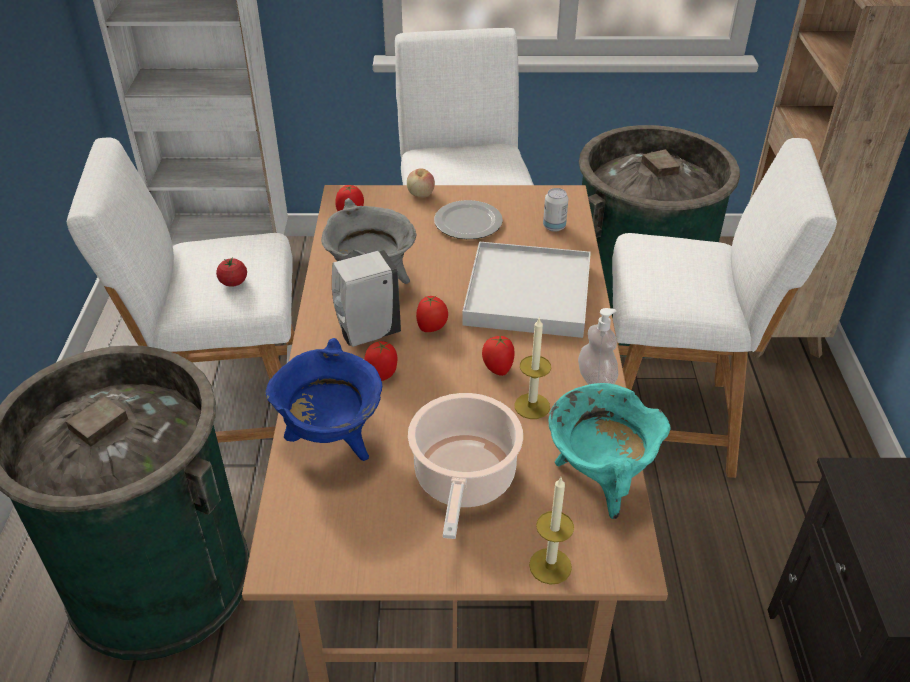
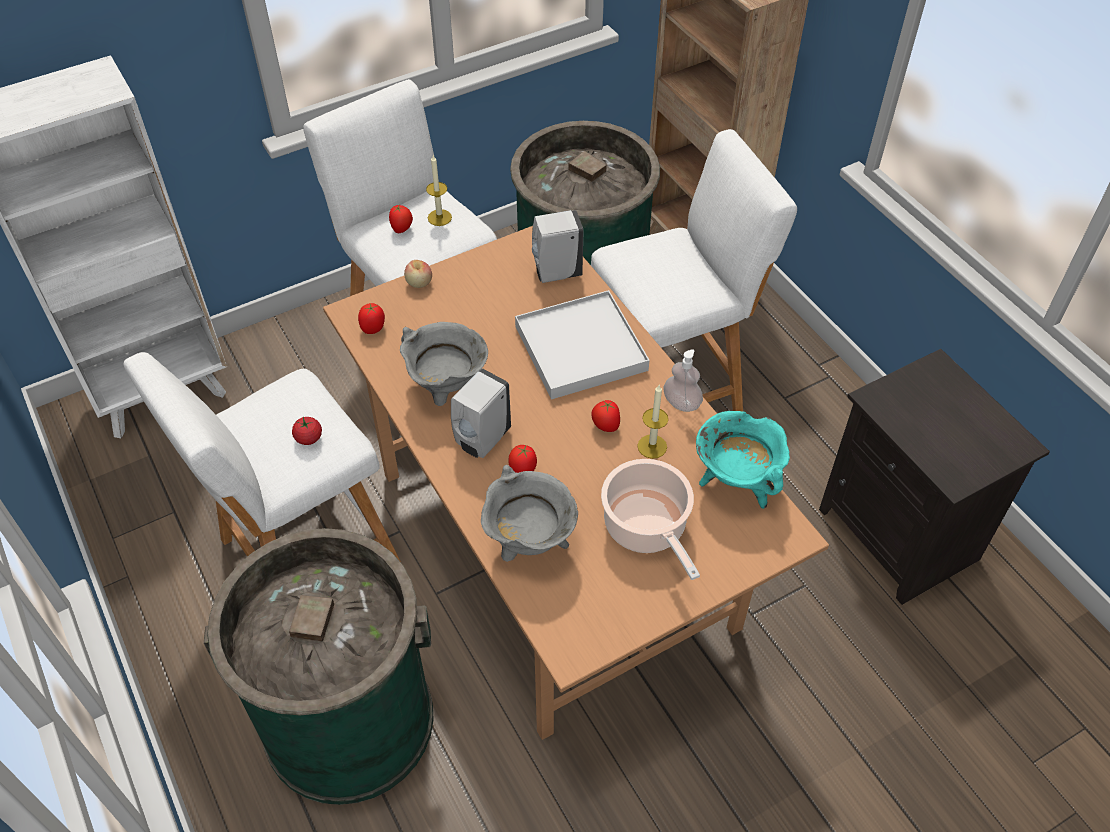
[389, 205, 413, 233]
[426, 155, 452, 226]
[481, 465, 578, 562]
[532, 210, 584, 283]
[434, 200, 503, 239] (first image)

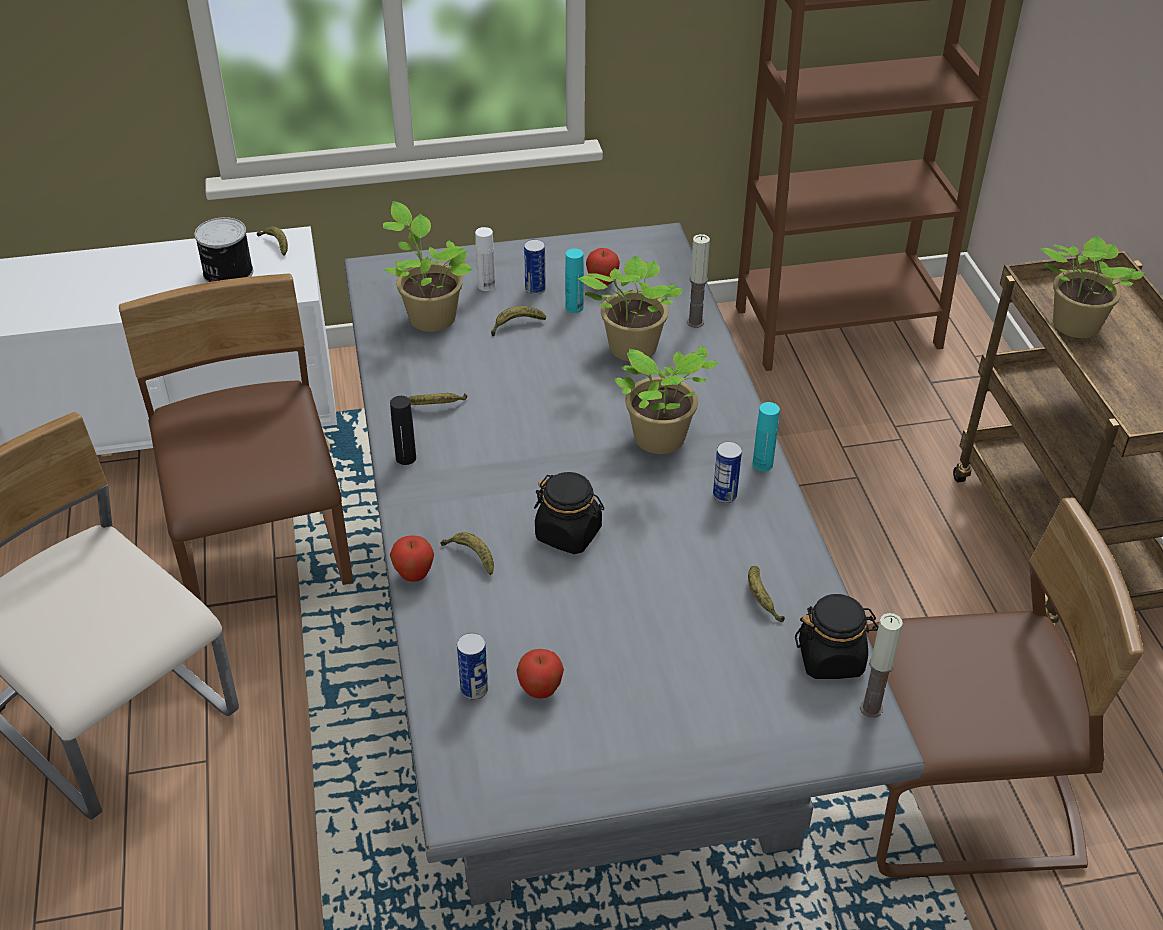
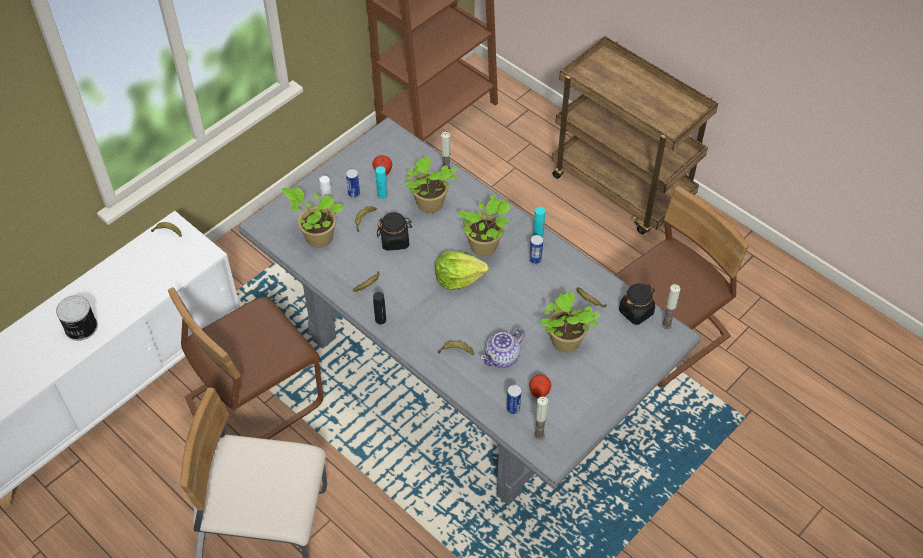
[56, 295, 98, 341]
[168, 287, 323, 439]
[377, 212, 412, 251]
[435, 251, 489, 290]
[480, 328, 525, 368]
[534, 396, 548, 440]
[540, 291, 600, 353]
[390, 535, 434, 582] (first image)

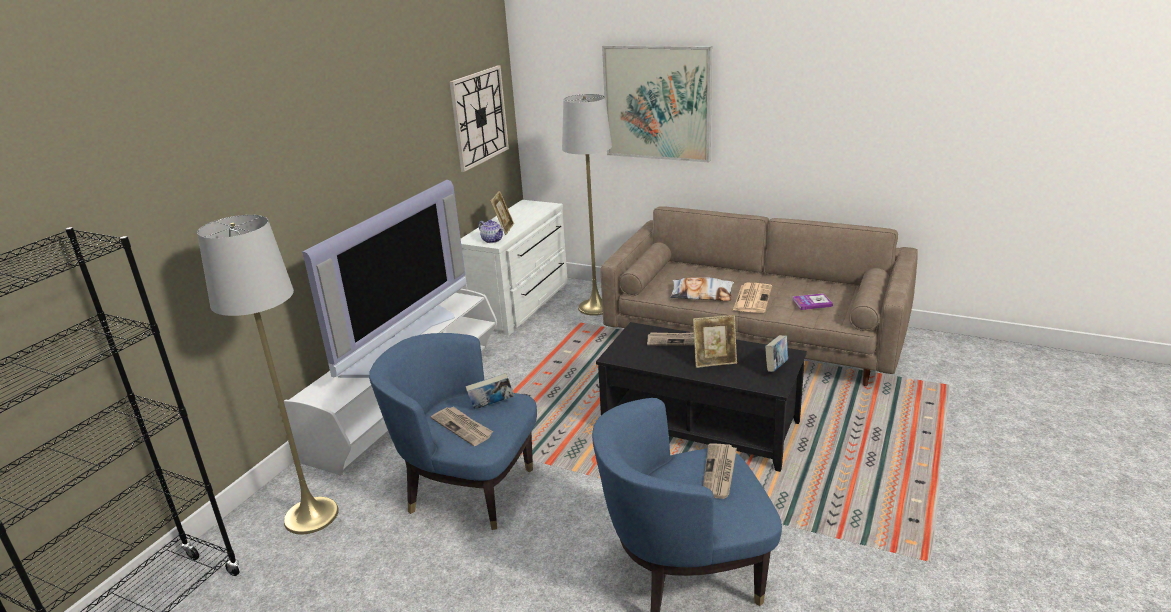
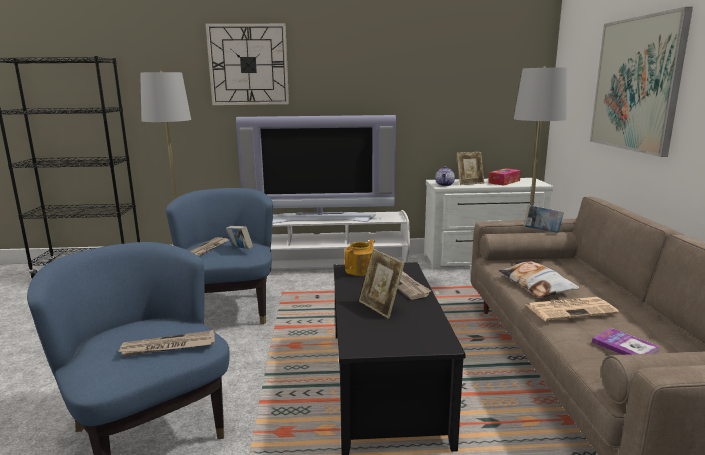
[206, 23, 289, 105]
[344, 240, 375, 276]
[488, 168, 521, 186]
[524, 205, 564, 233]

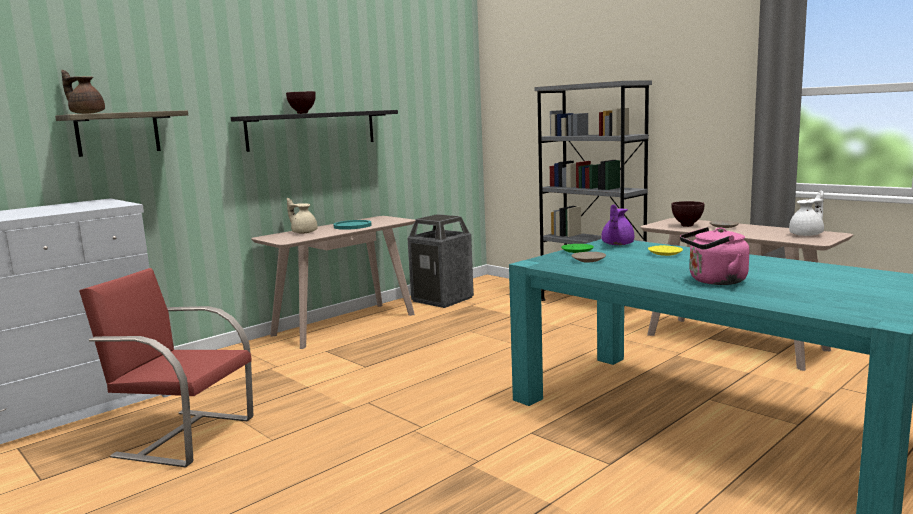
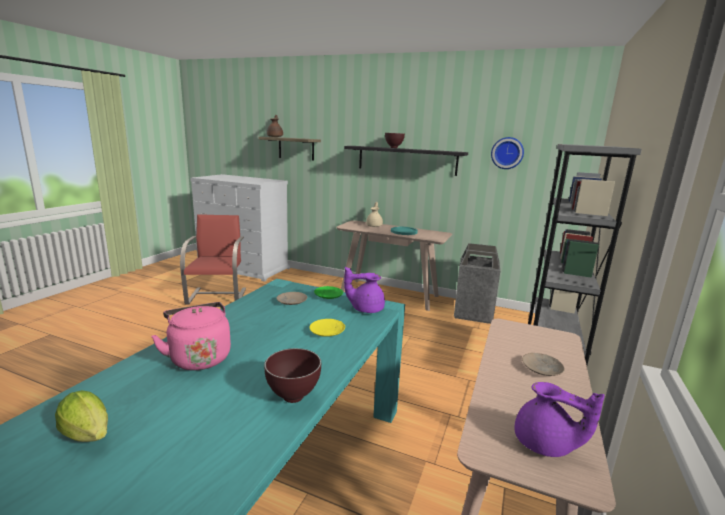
[55, 390, 108, 442]
[264, 348, 321, 403]
[491, 137, 524, 169]
[514, 382, 605, 457]

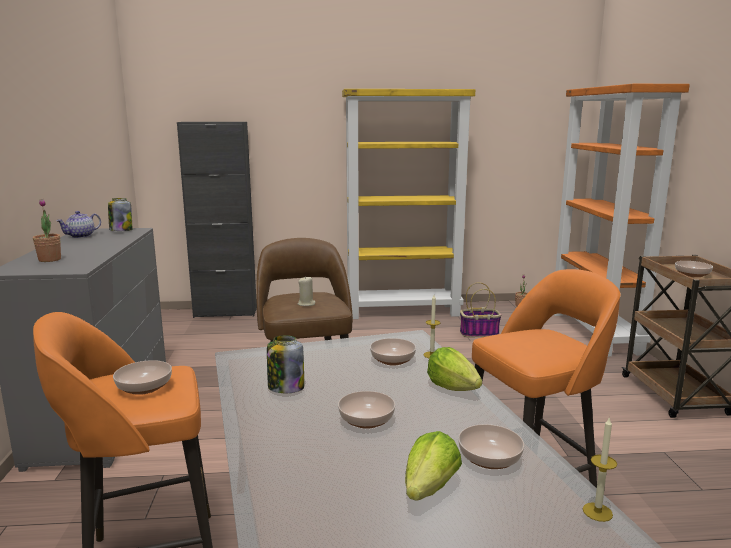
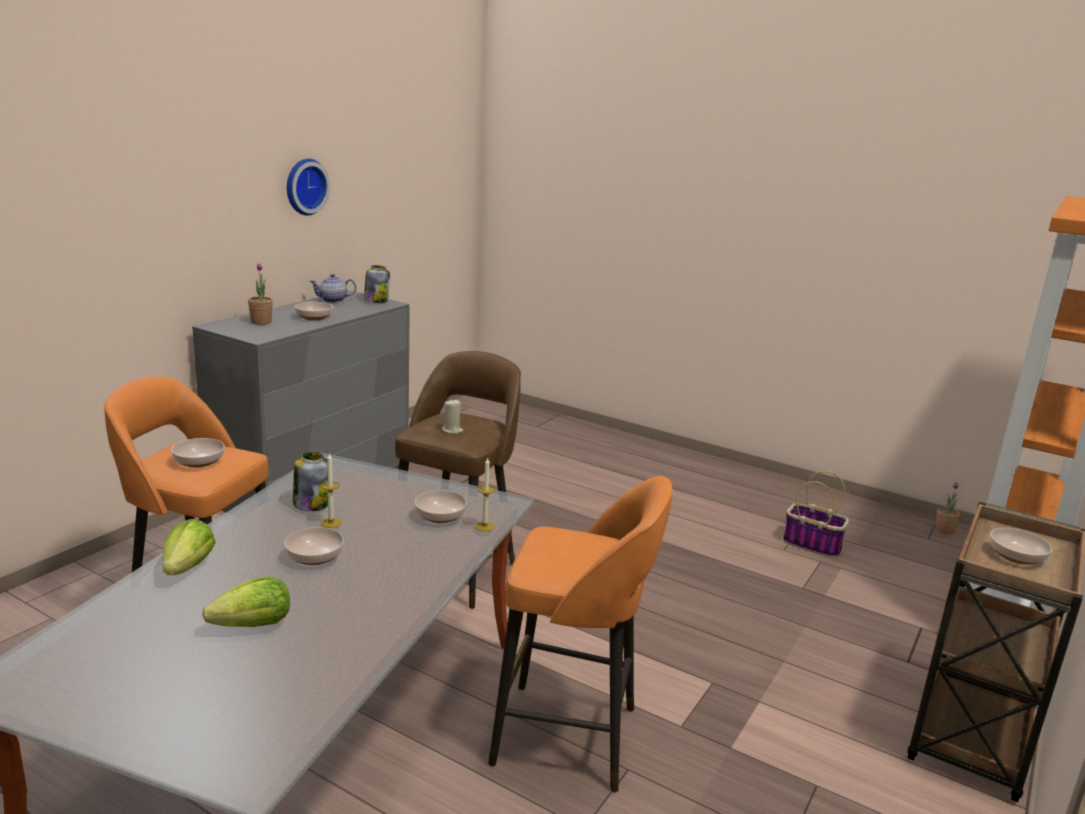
[163, 519, 216, 575]
[287, 159, 330, 216]
[294, 302, 333, 321]
[321, 453, 342, 528]
[177, 122, 257, 318] (first image)
[342, 89, 475, 319] (first image)

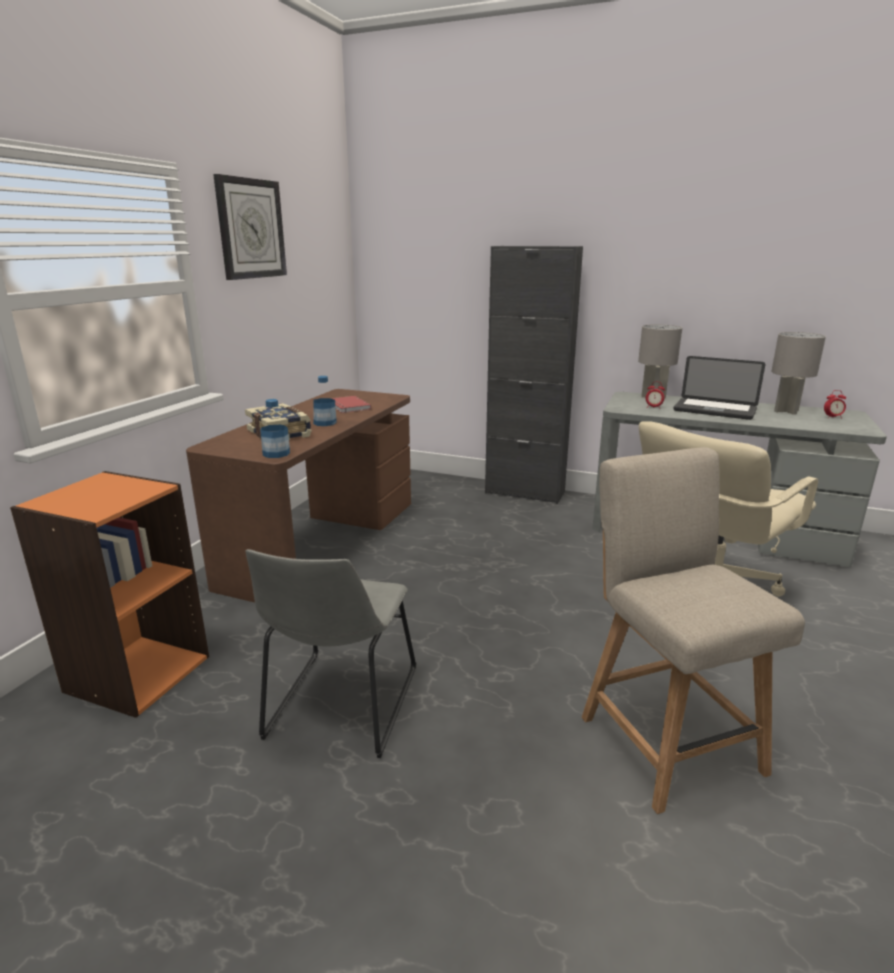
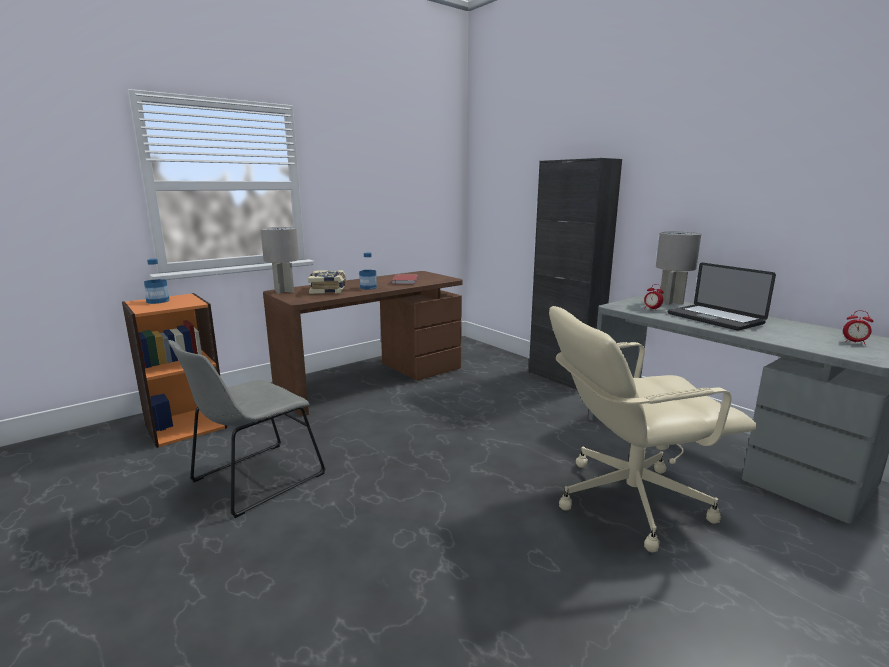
[144, 259, 170, 304]
[260, 227, 299, 294]
[213, 174, 287, 280] (first image)
[582, 447, 805, 814] (first image)

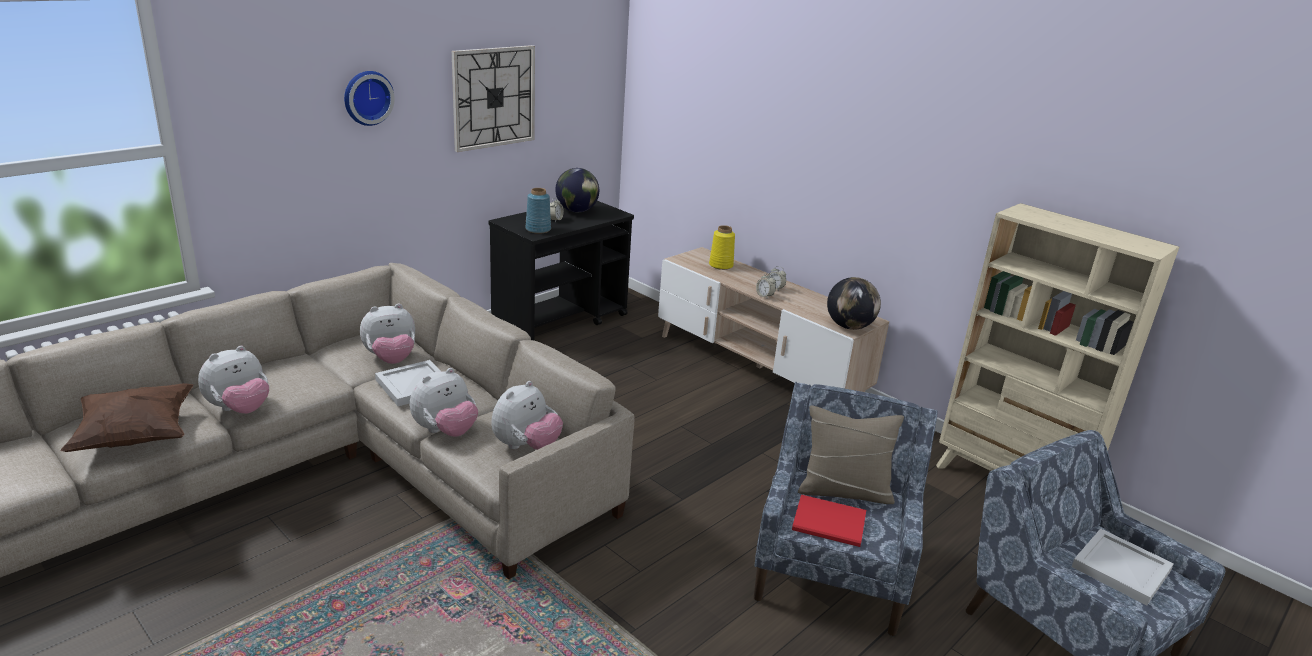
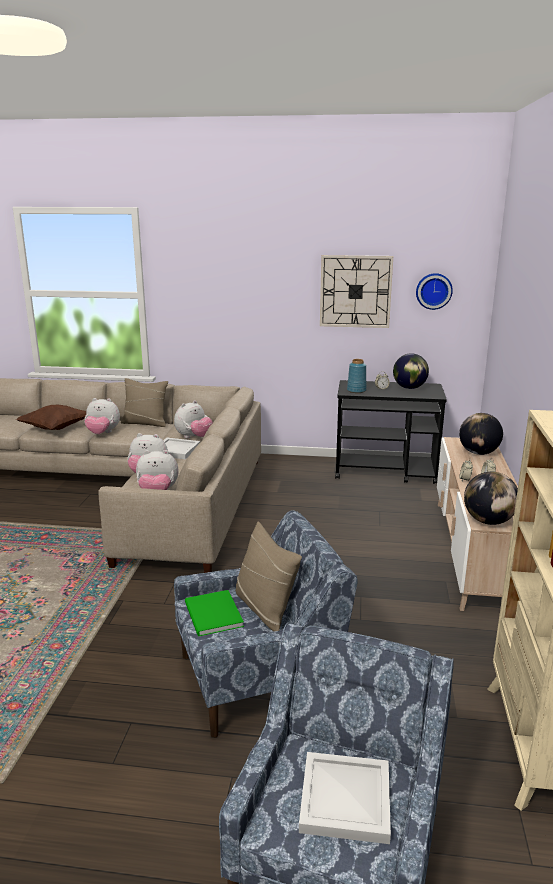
[121, 378, 168, 427]
[174, 400, 213, 438]
[185, 590, 244, 636]
[416, 273, 453, 310]
[459, 413, 503, 455]

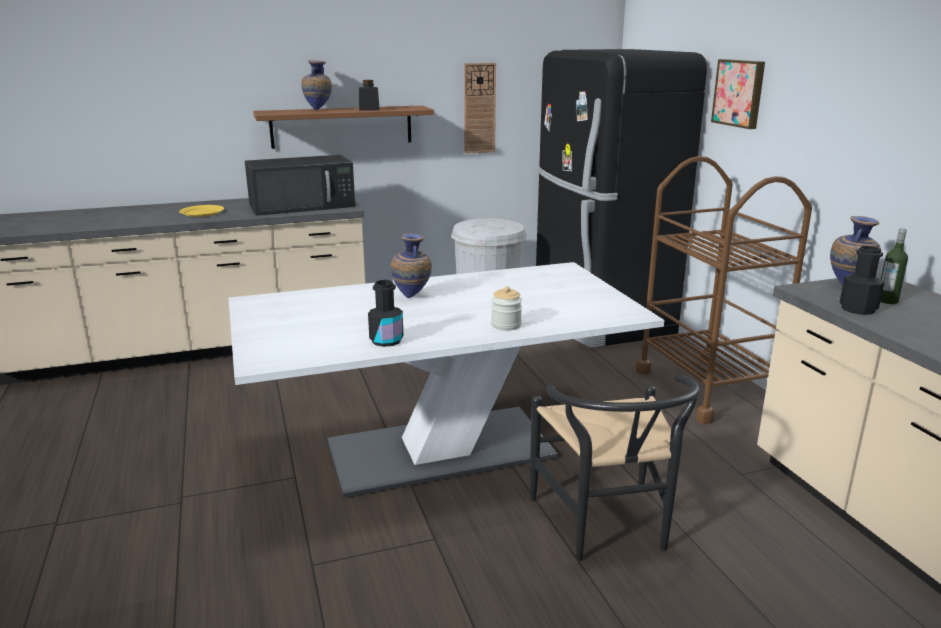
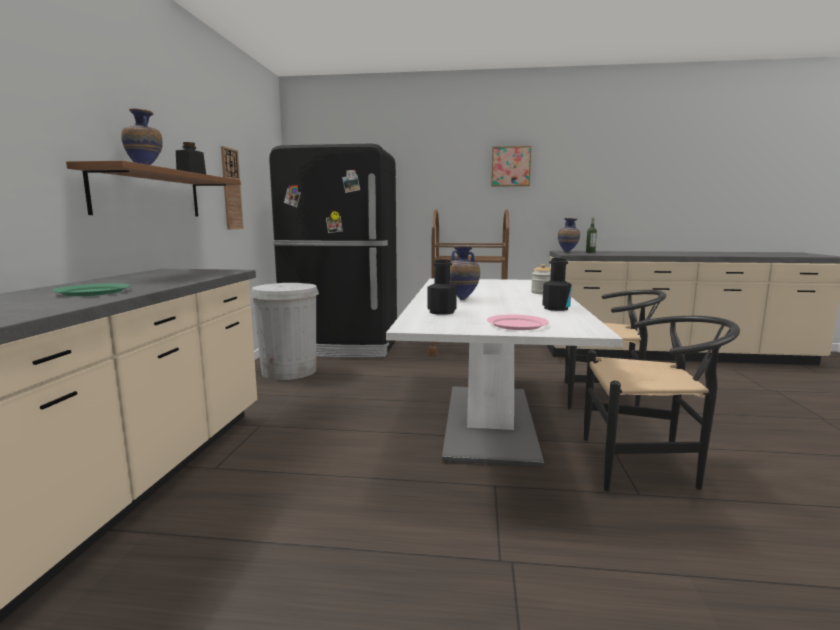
[52, 283, 130, 296]
[427, 259, 457, 315]
[487, 315, 549, 330]
[491, 146, 532, 187]
[584, 316, 740, 491]
[245, 155, 355, 216] (first image)

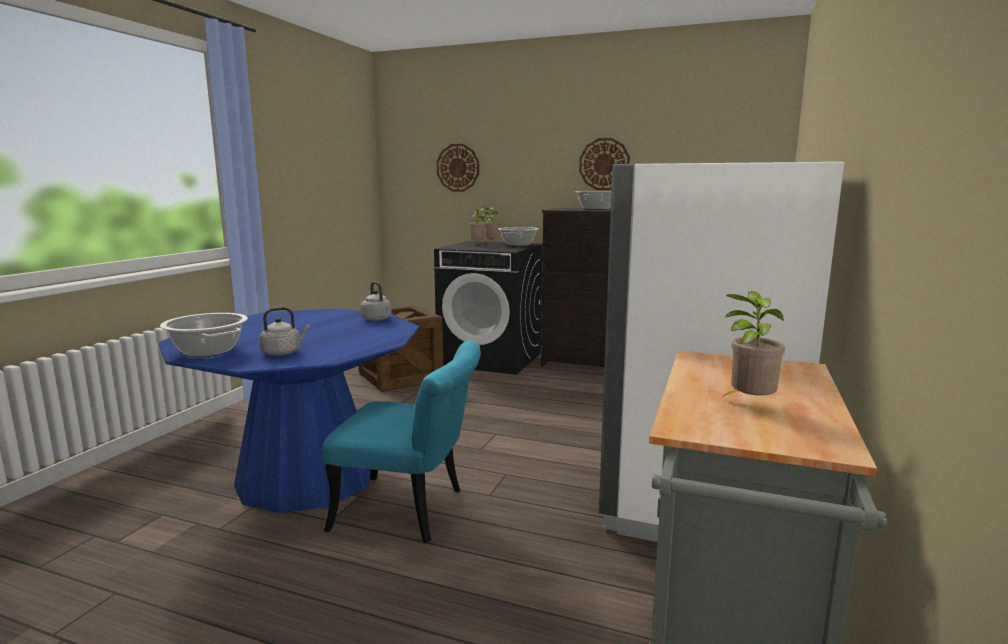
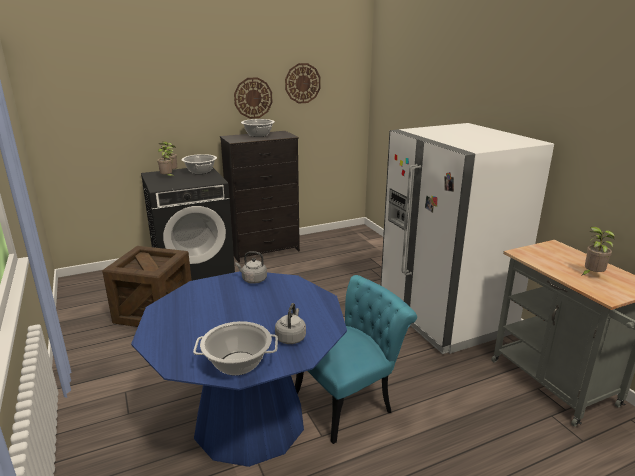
[285, 63, 321, 103]

